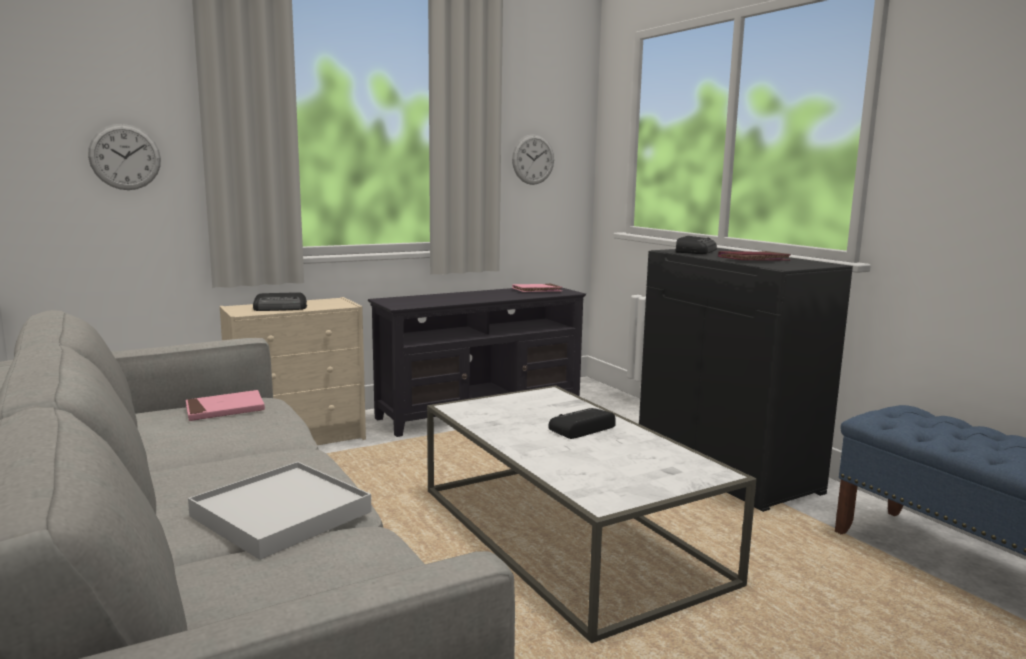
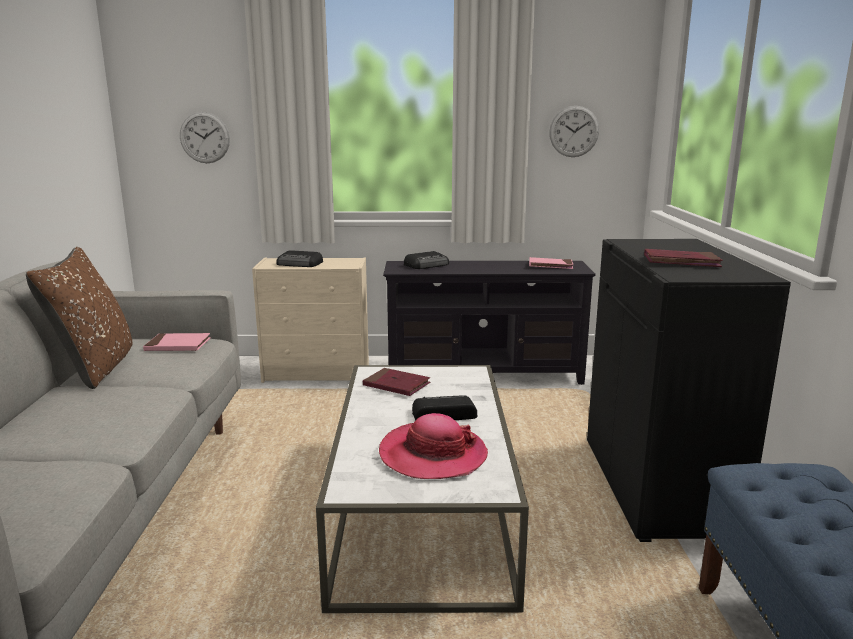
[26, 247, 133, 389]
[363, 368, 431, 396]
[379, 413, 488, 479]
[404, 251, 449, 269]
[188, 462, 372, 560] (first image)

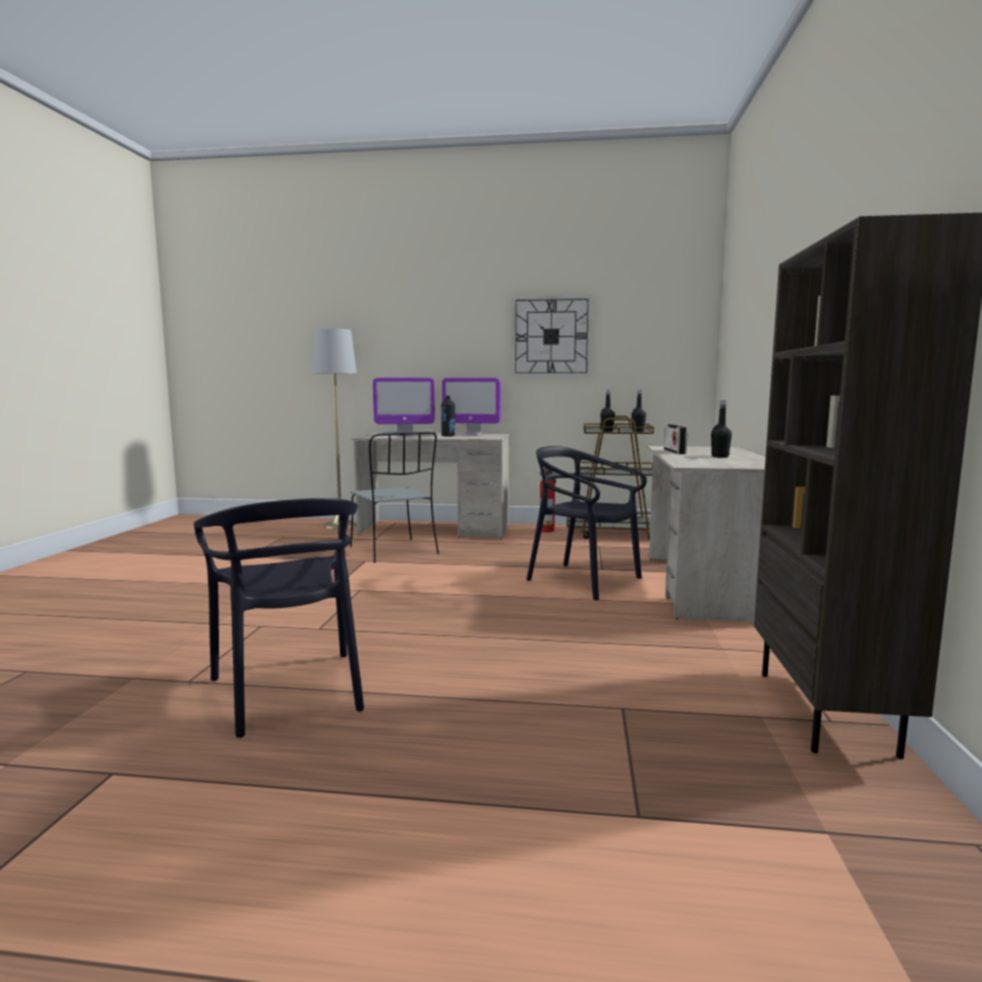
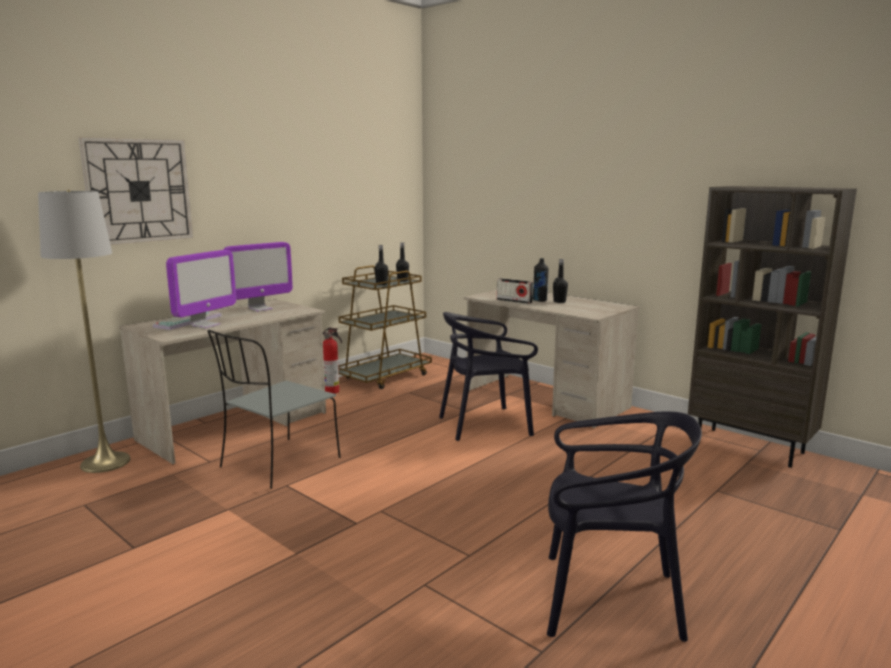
[79, 137, 193, 245]
[208, 330, 341, 489]
[532, 258, 549, 302]

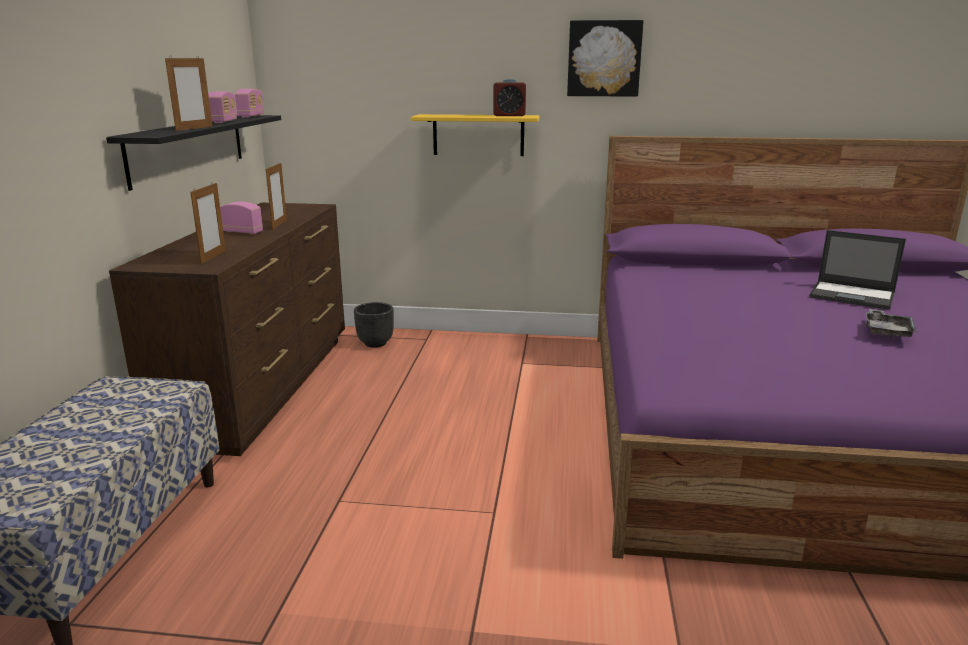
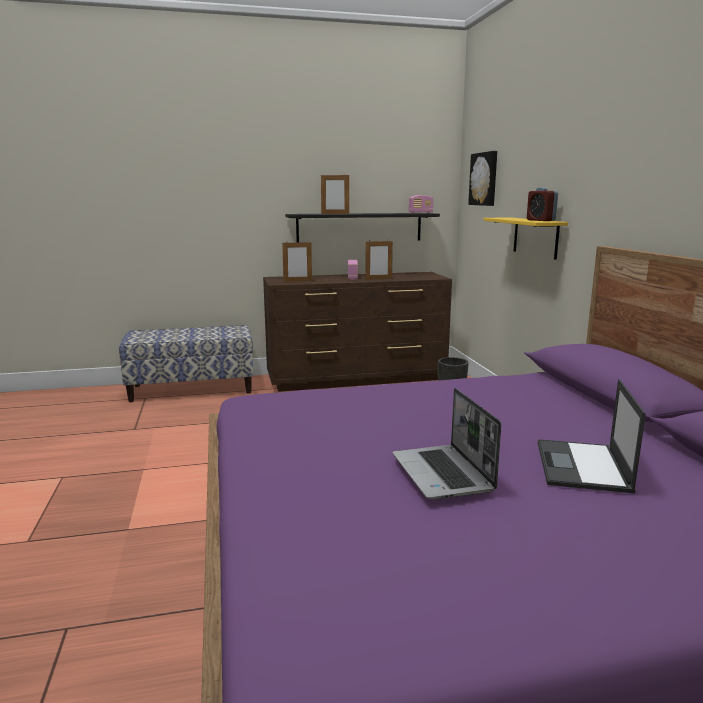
[392, 388, 501, 500]
[468, 151, 497, 206]
[208, 91, 237, 123] (first image)

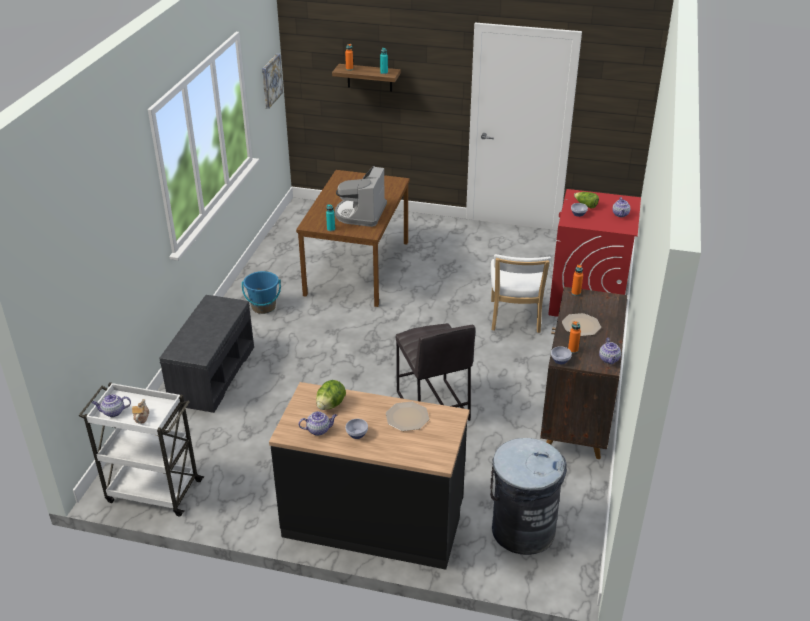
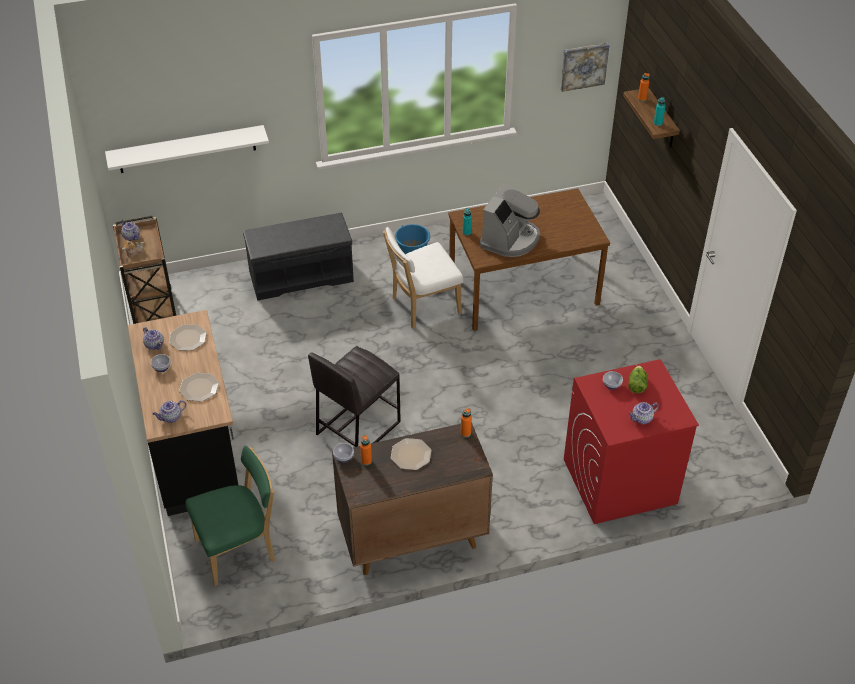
[105, 125, 269, 173]
[113, 216, 176, 324]
[153, 400, 186, 423]
[169, 325, 207, 351]
[186, 446, 275, 586]
[383, 227, 463, 329]
[479, 184, 540, 257]

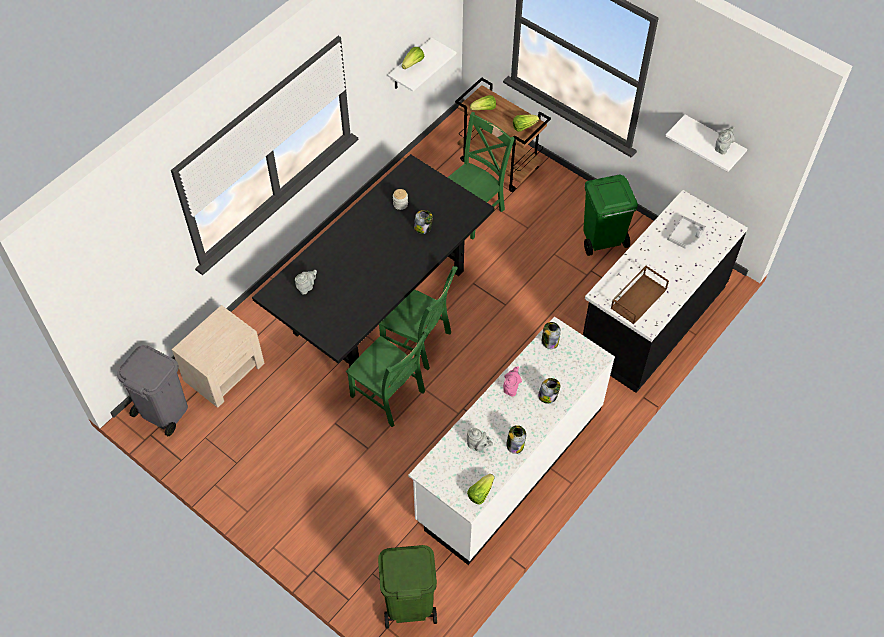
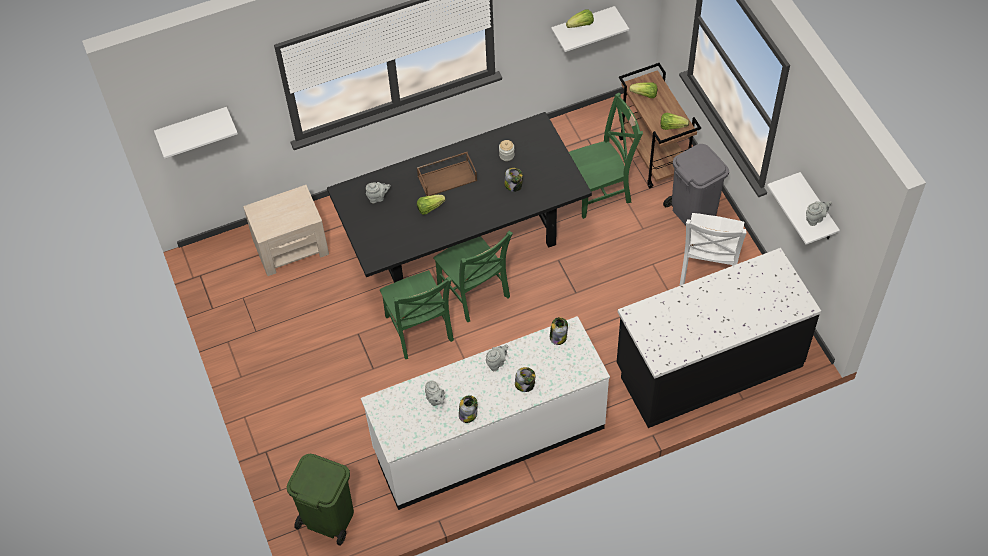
[154, 107, 238, 159]
[417, 152, 477, 196]
[417, 195, 446, 215]
[486, 345, 508, 371]
[663, 144, 729, 226]
[680, 213, 746, 286]
[667, 216, 706, 249] (first image)

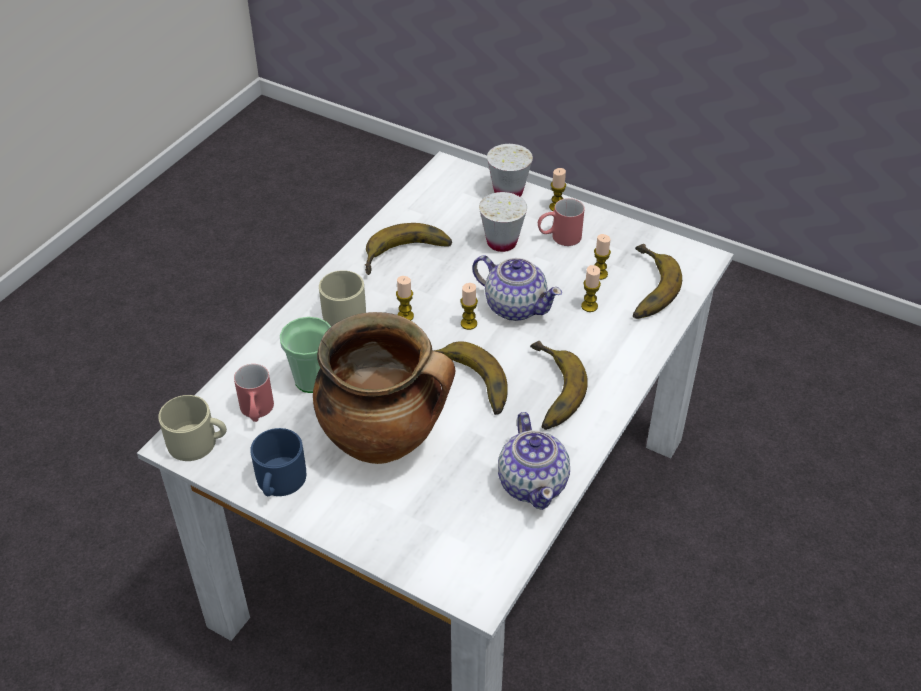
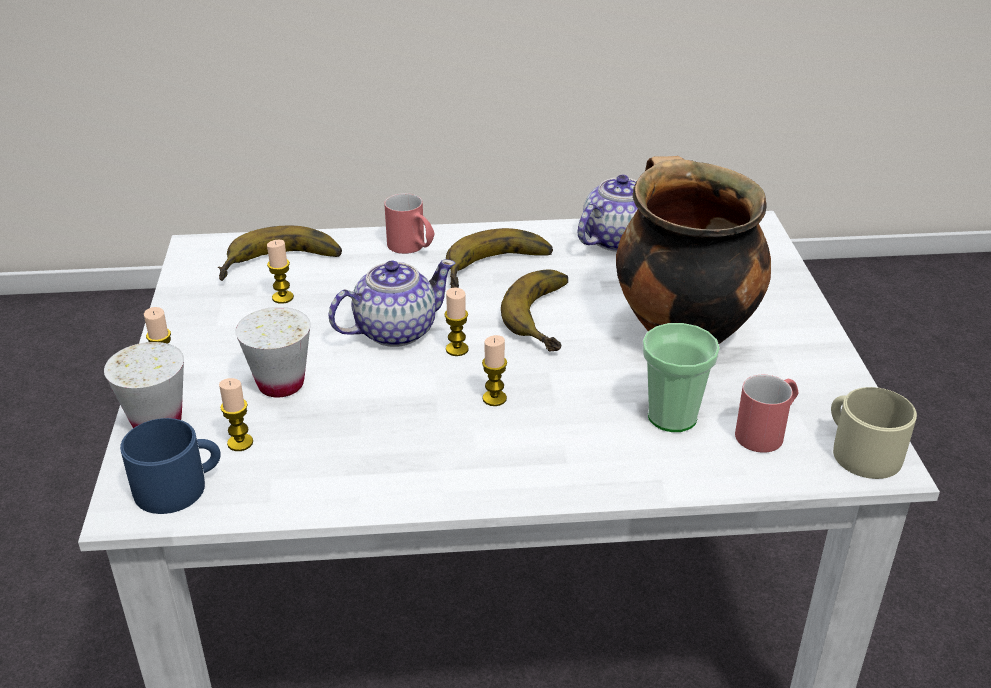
[120, 418, 221, 514]
[219, 378, 253, 451]
[328, 260, 455, 347]
[384, 193, 434, 254]
[319, 270, 366, 326] (first image)
[365, 223, 452, 275] (first image)

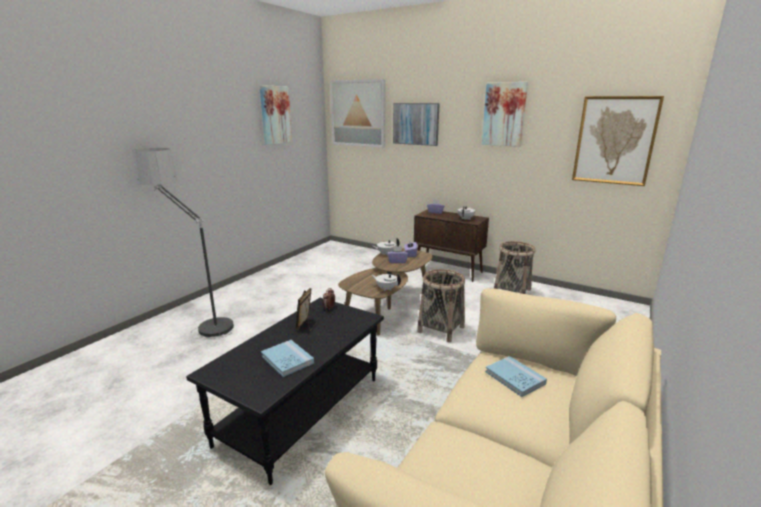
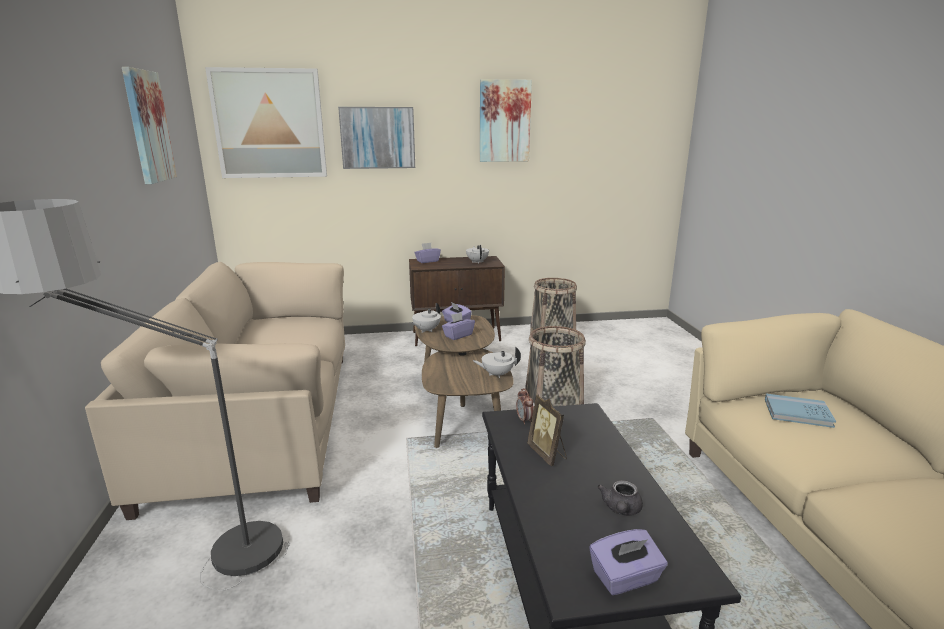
[85, 262, 345, 520]
[590, 529, 668, 595]
[597, 480, 643, 516]
[572, 96, 664, 186] (first image)

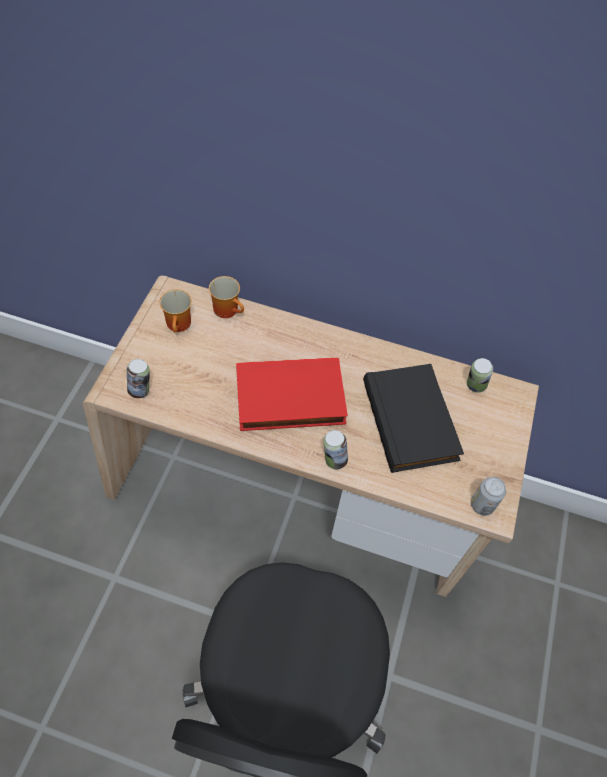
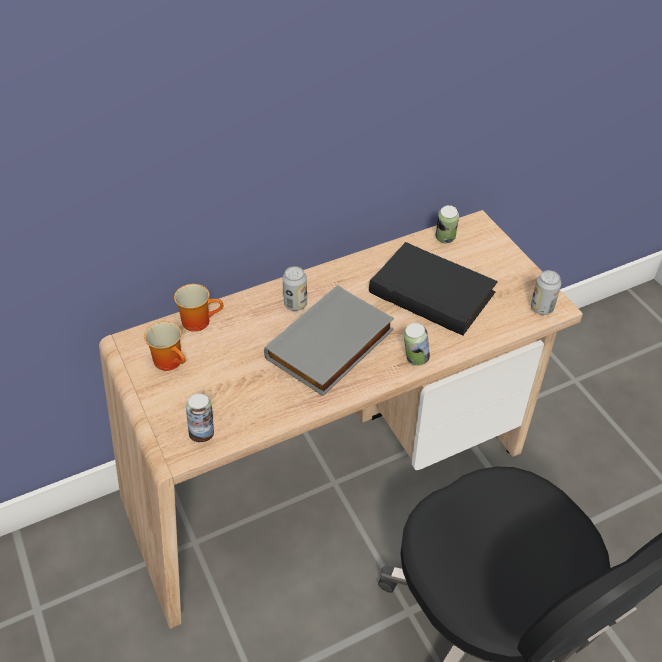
[264, 285, 394, 396]
[283, 266, 307, 311]

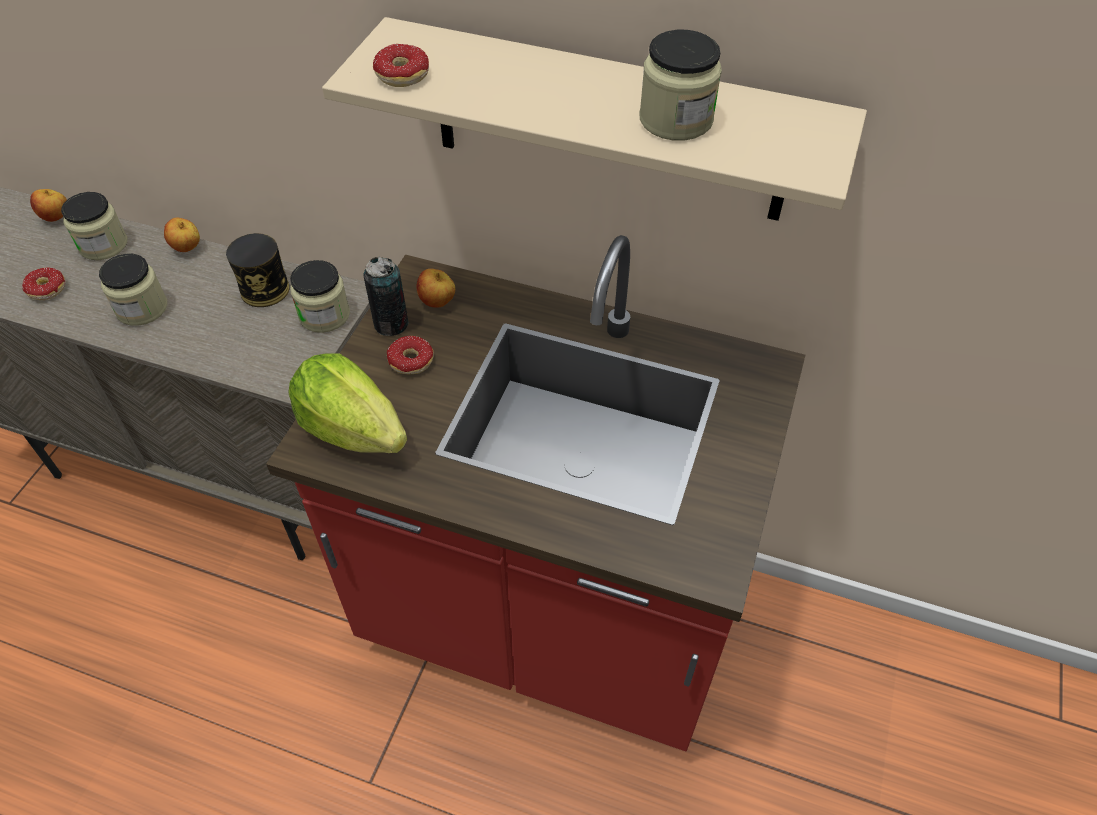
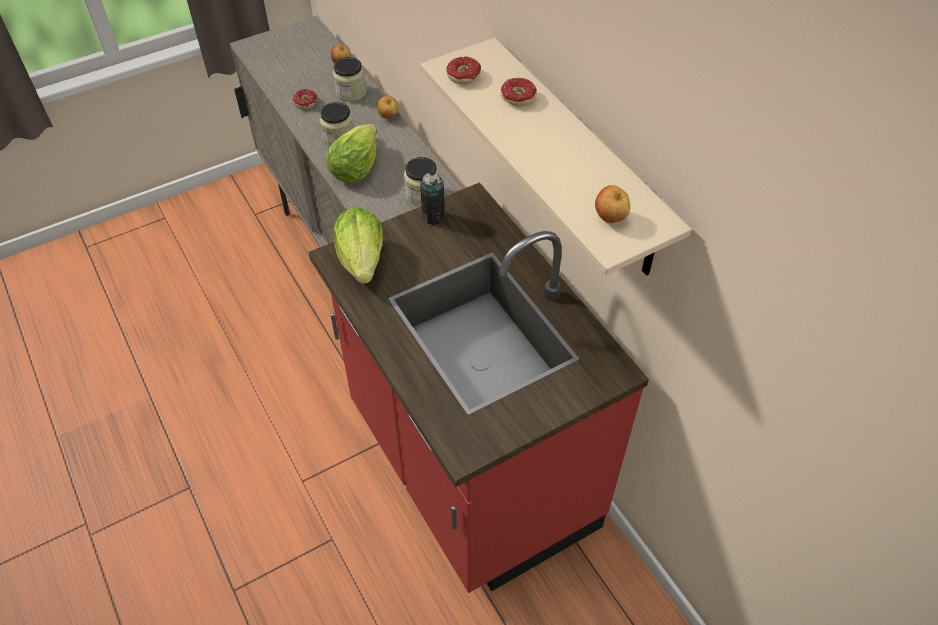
[326, 124, 377, 183]
[501, 78, 537, 106]
[595, 185, 630, 223]
[226, 233, 290, 307] (first image)
[639, 30, 722, 141] (first image)

